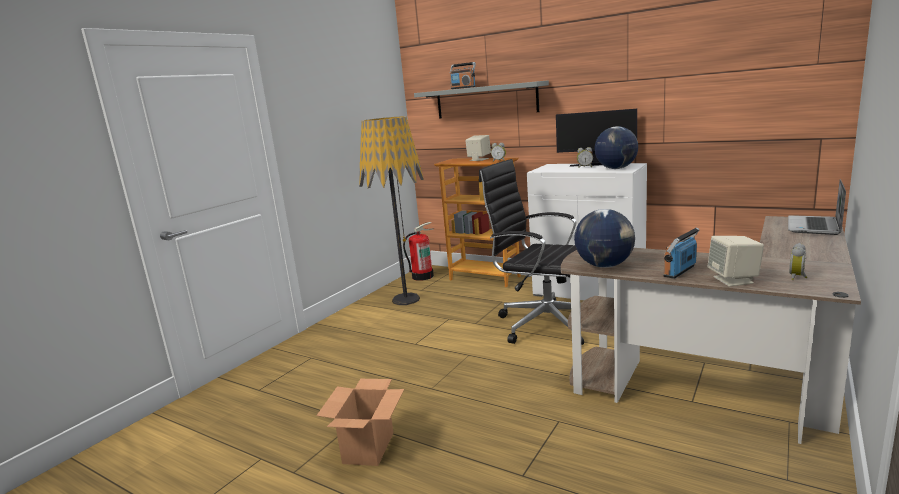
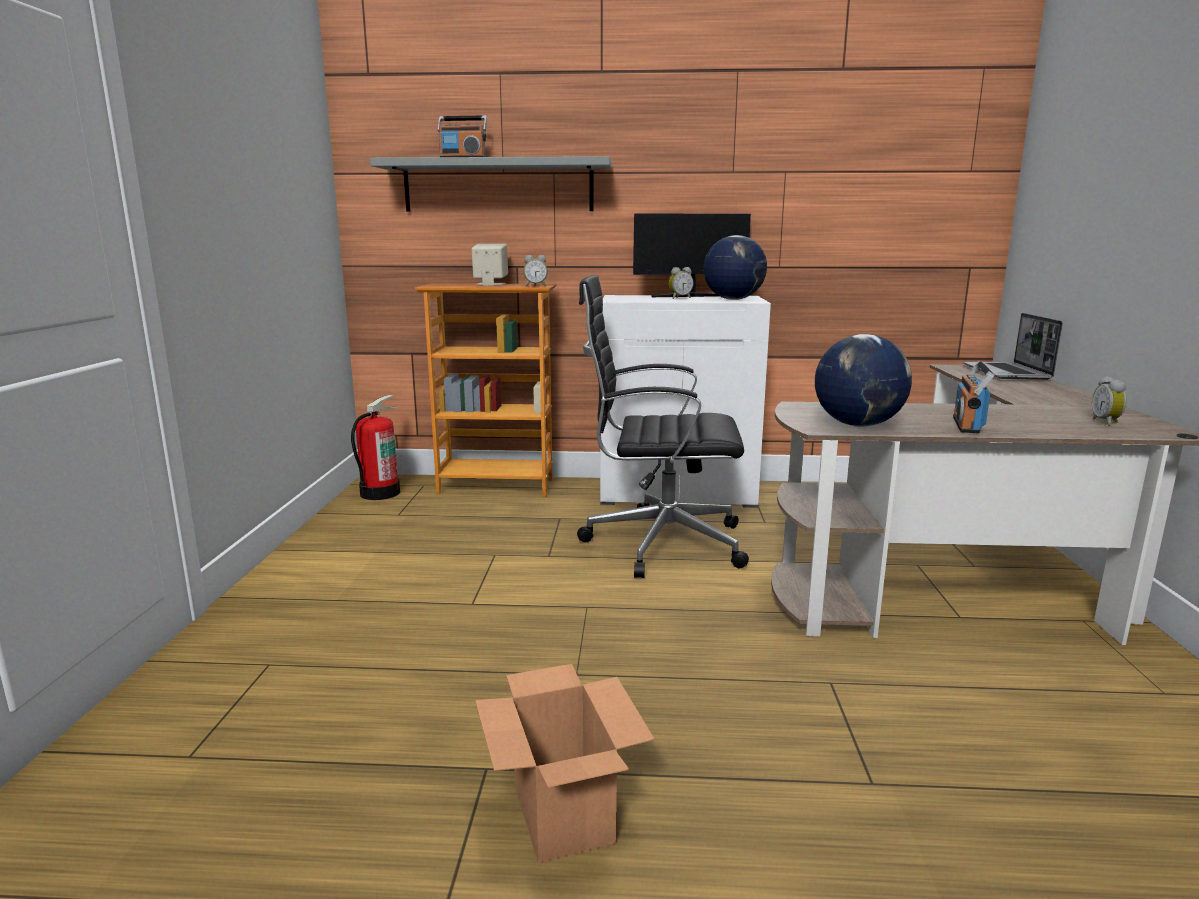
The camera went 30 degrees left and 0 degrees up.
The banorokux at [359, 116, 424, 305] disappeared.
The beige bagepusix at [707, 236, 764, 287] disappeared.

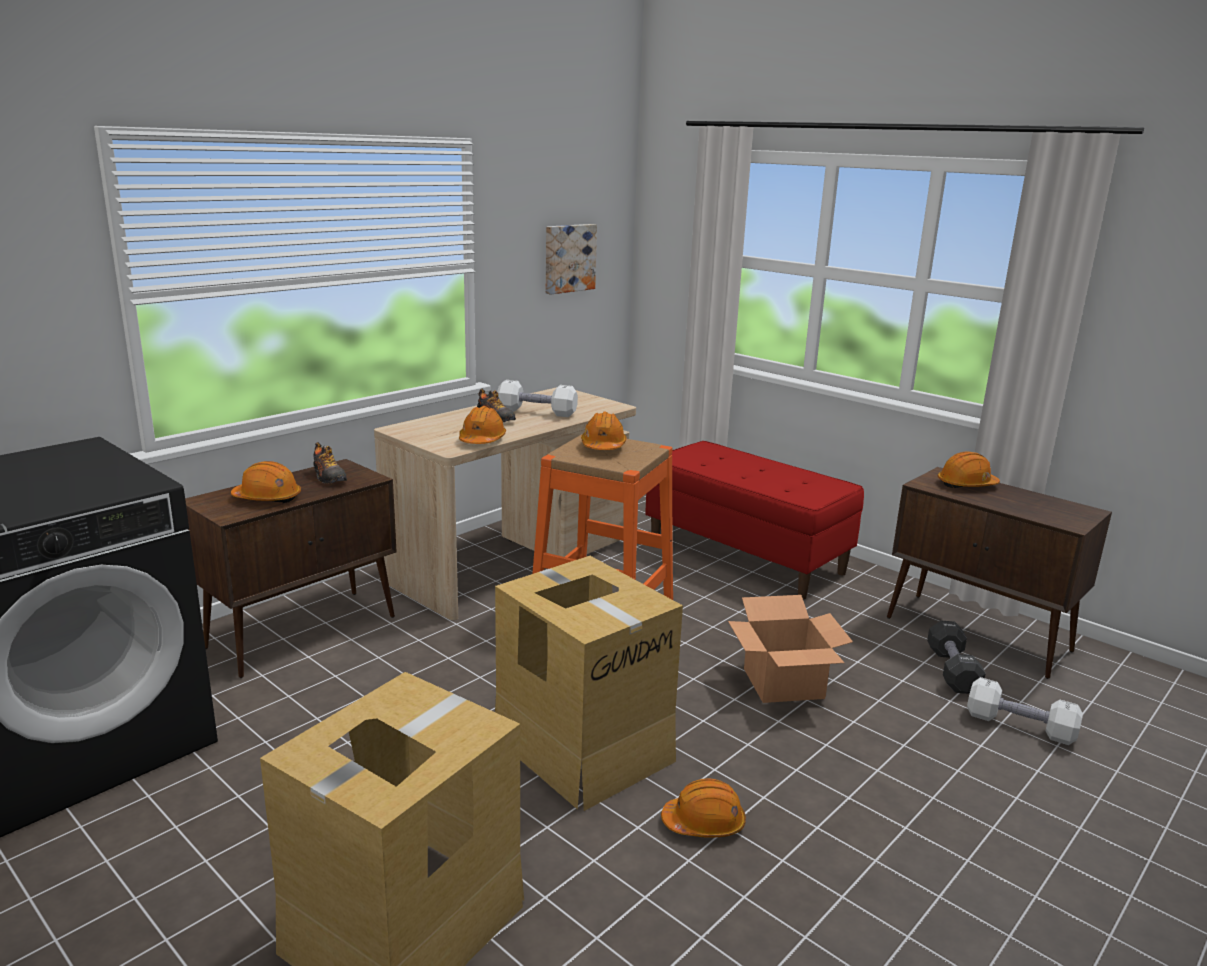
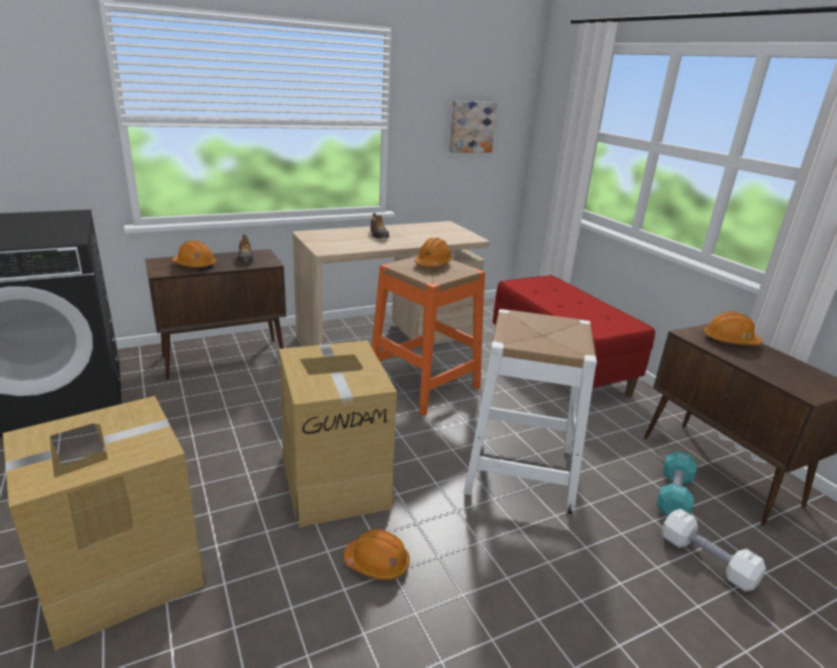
The camera went 20 degrees right and 5 degrees up.
The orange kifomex at [459, 406, 506, 444] disappeared.
The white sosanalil at [497, 380, 578, 417] disappeared.
The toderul at [728, 595, 853, 703] was replaced by the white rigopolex at [464, 309, 597, 514].
The black sosanalil at [927, 621, 986, 694] became the turquoise sosanalil at [657, 451, 697, 516].

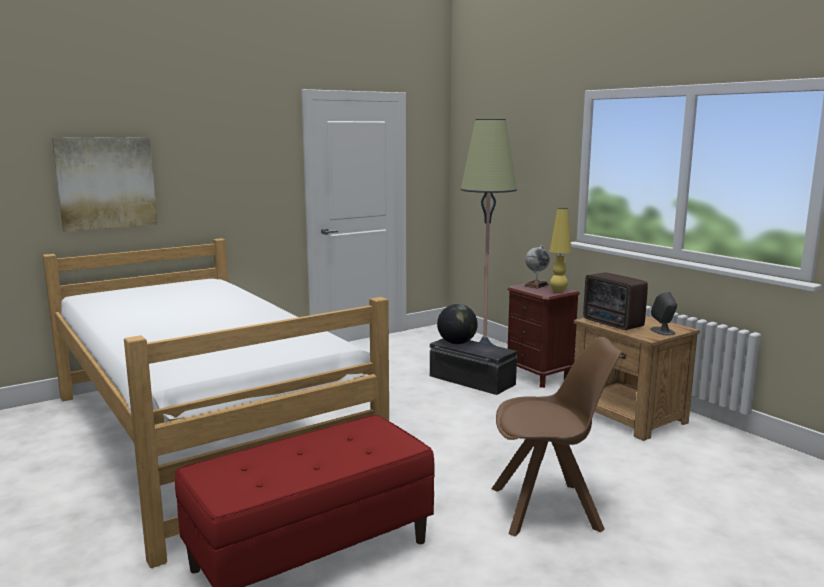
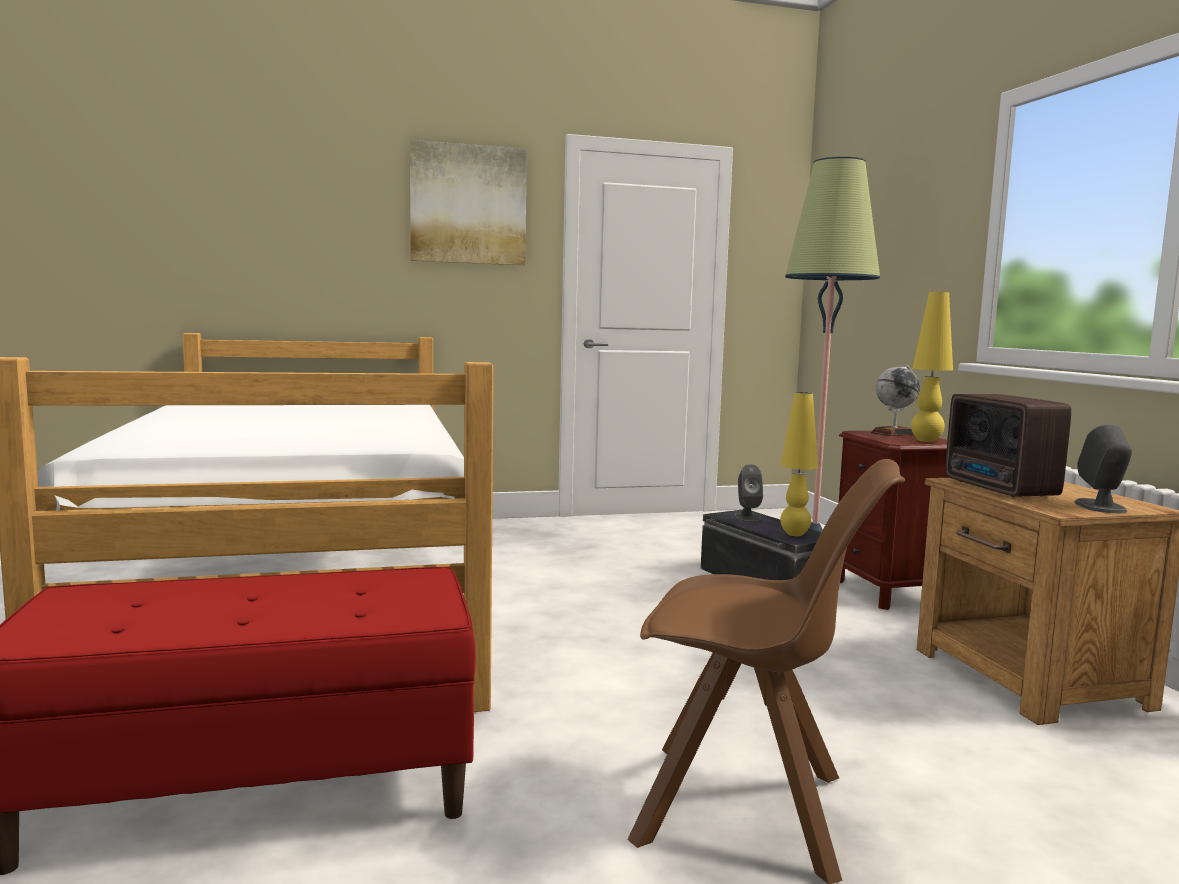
The camera went 20 degrees right and 5 degrees down.
The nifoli moved from [52, 137, 157, 232] to [410, 140, 527, 265].
The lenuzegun at [437, 304, 478, 344] was replaced by the grey bagepusix at [734, 464, 763, 523].
The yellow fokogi at [780, 392, 818, 536] appeared.

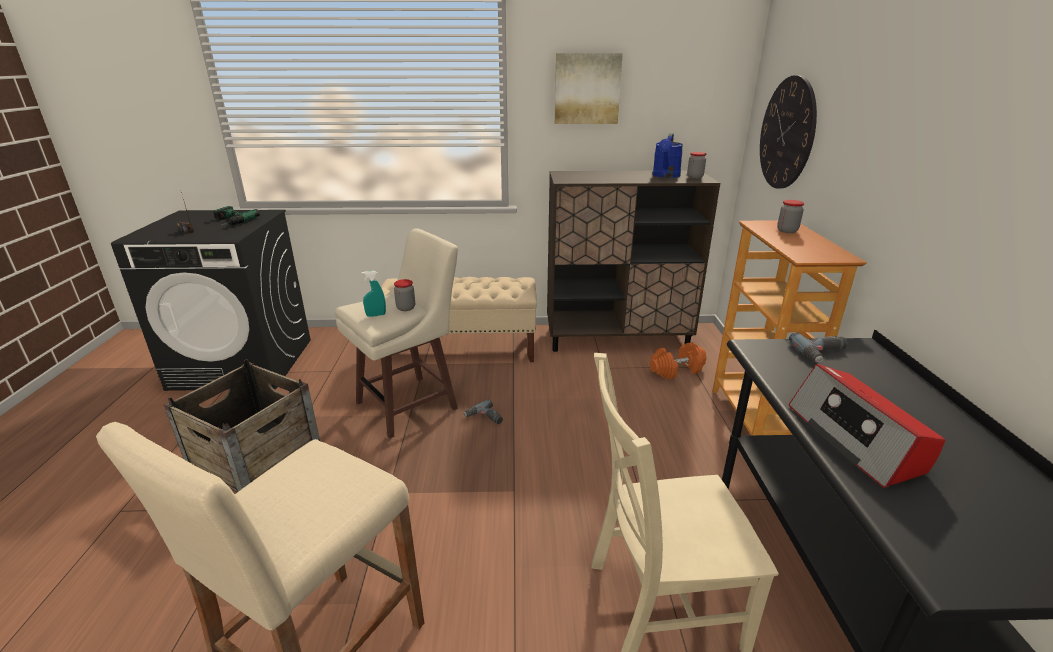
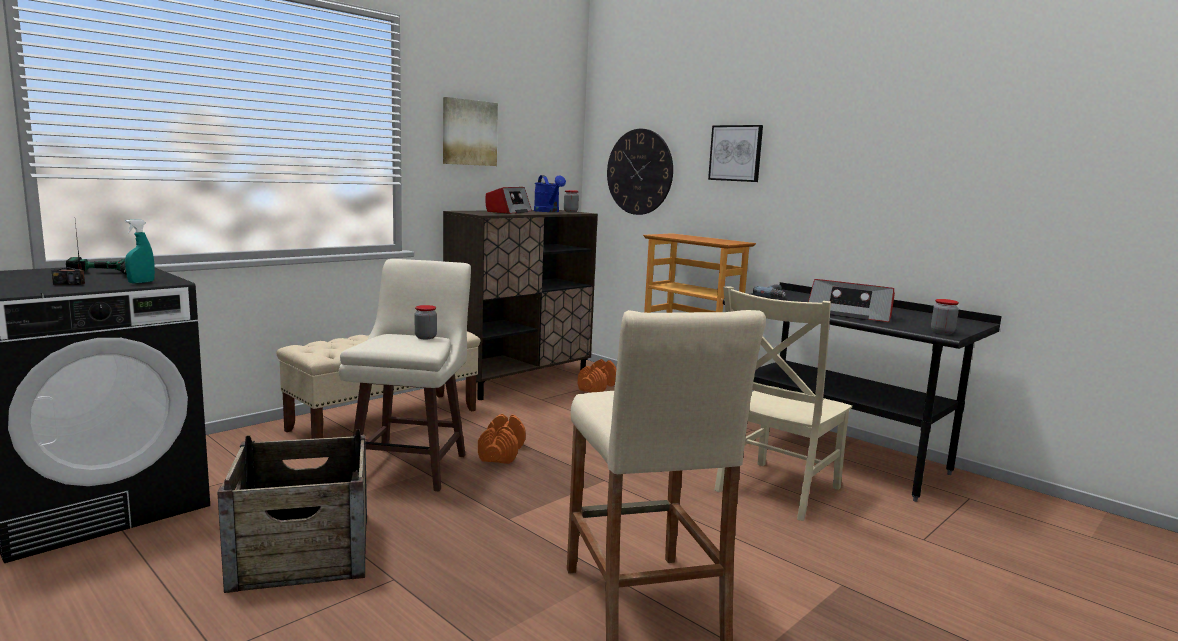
The camera went 45 degrees left and 15 degrees down.
The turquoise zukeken moved from [362, 271, 386, 317] to [125, 219, 155, 283].
The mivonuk at [463, 399, 503, 424] was replaced by the orange sosanalil at [478, 414, 526, 464].
The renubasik moved from [777, 200, 804, 233] to [931, 299, 959, 335].
The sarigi at [485, 187, 532, 214] appeared.
The nifoli at [708, 125, 763, 182] appeared.

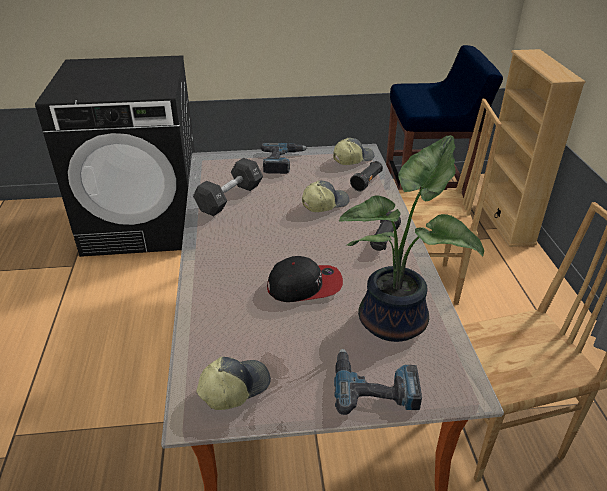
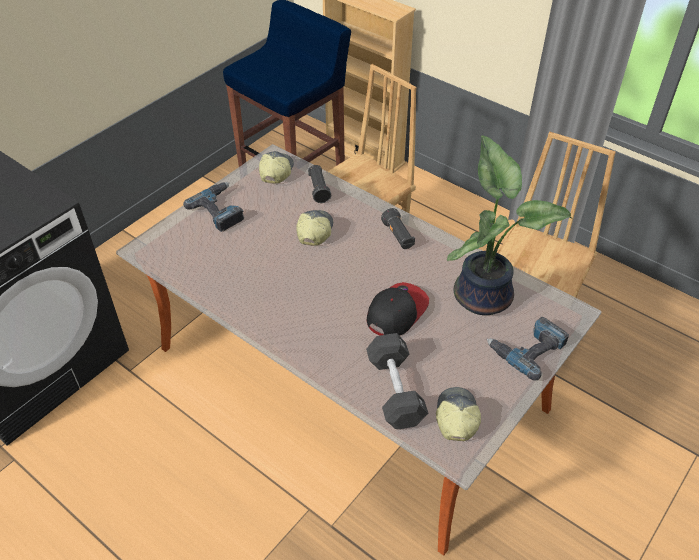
The camera went 45 degrees left and 10 degrees up.
The black sosanalil moved from [193, 158, 263, 216] to [366, 333, 428, 429].

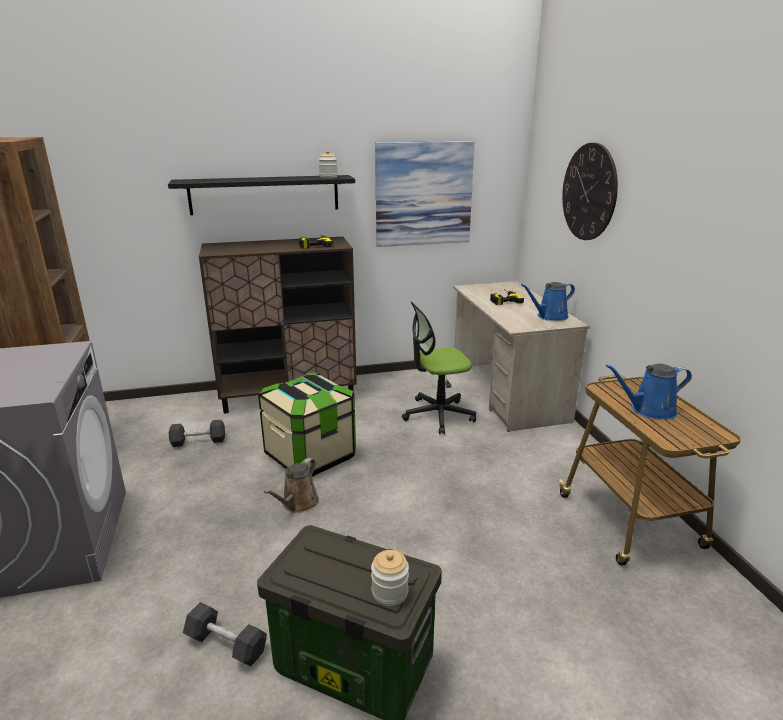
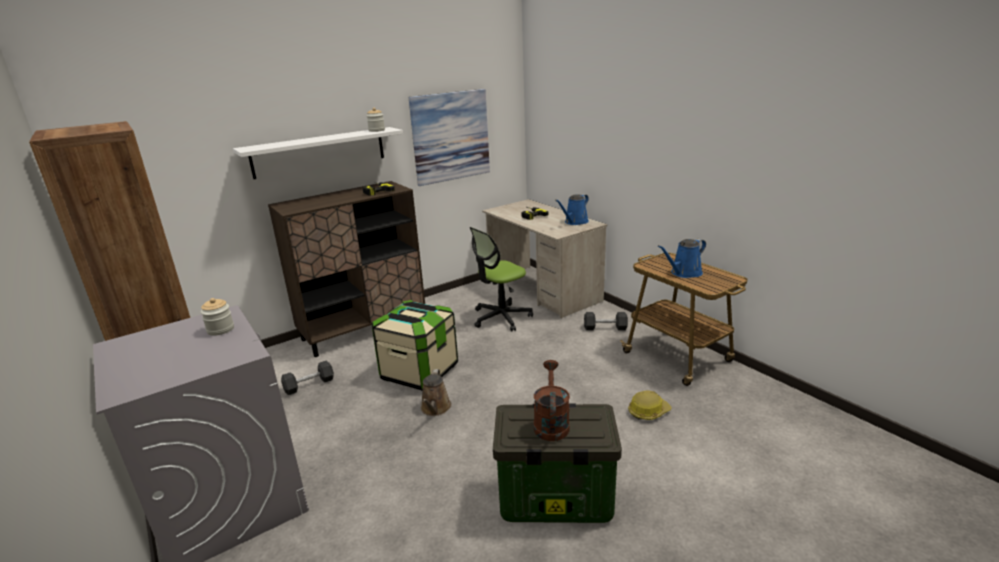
The camera went 20 degrees left and 0 degrees up.
The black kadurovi at [168, 175, 355, 215] became the white kadurovi at [233, 127, 403, 179].
The black sosanalil moved from [183, 602, 267, 666] to [584, 312, 628, 330].
The renubasik moved from [371, 550, 409, 606] to [201, 298, 234, 336].
The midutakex at [562, 143, 618, 240] disappeared.
The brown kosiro at [534, 360, 570, 441] appeared.
The kifomex at [628, 391, 672, 420] appeared.

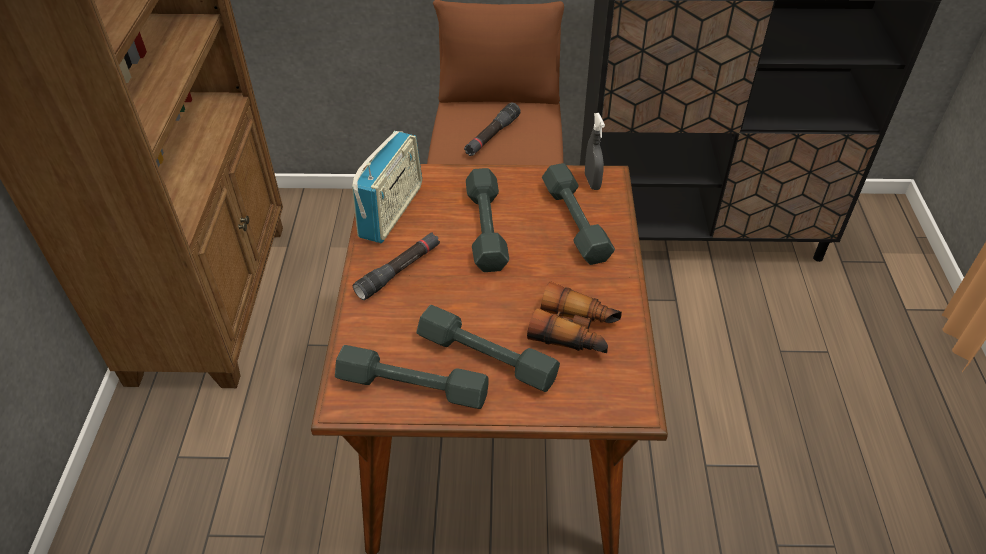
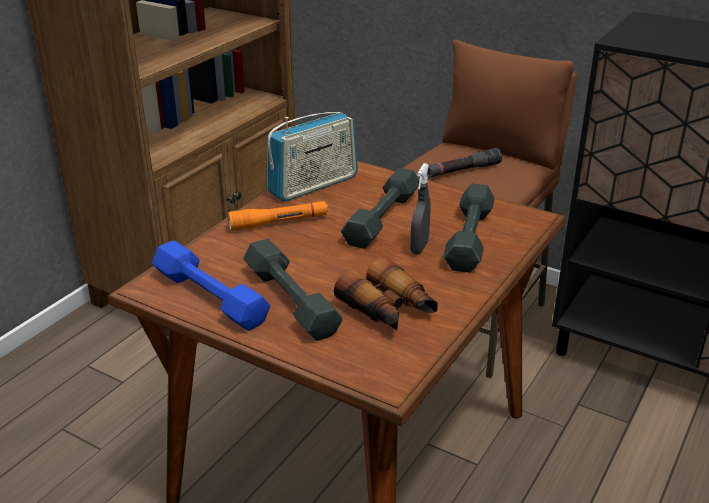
The camera went 30 degrees right and 15 degrees down.
The grey sosanalil at [335, 345, 489, 409] became the blue sosanalil at [152, 240, 270, 331].
The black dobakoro at [353, 232, 440, 300] became the orange dobakoro at [228, 201, 328, 231].
The grey zukeken moved from [585, 113, 605, 190] to [410, 163, 431, 254].

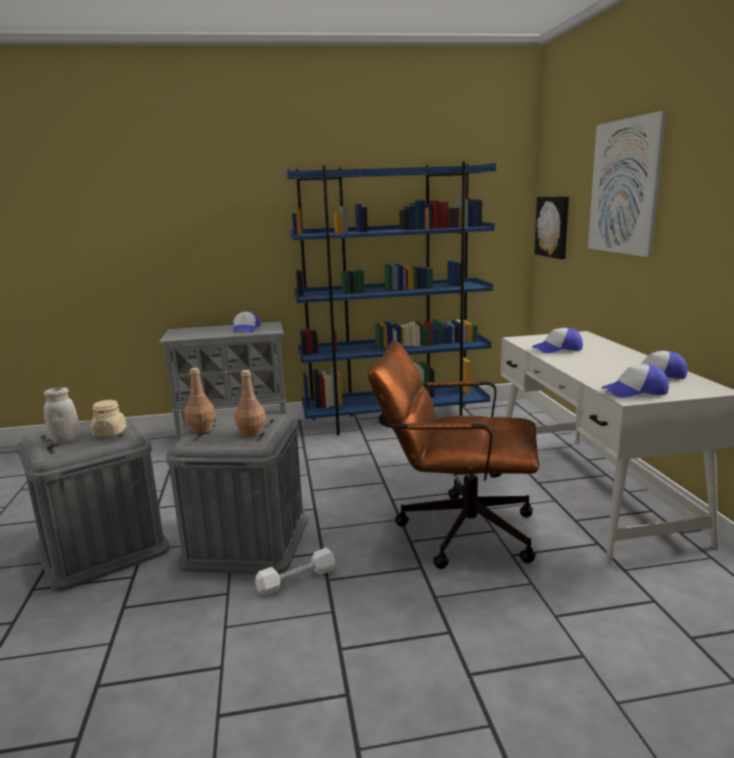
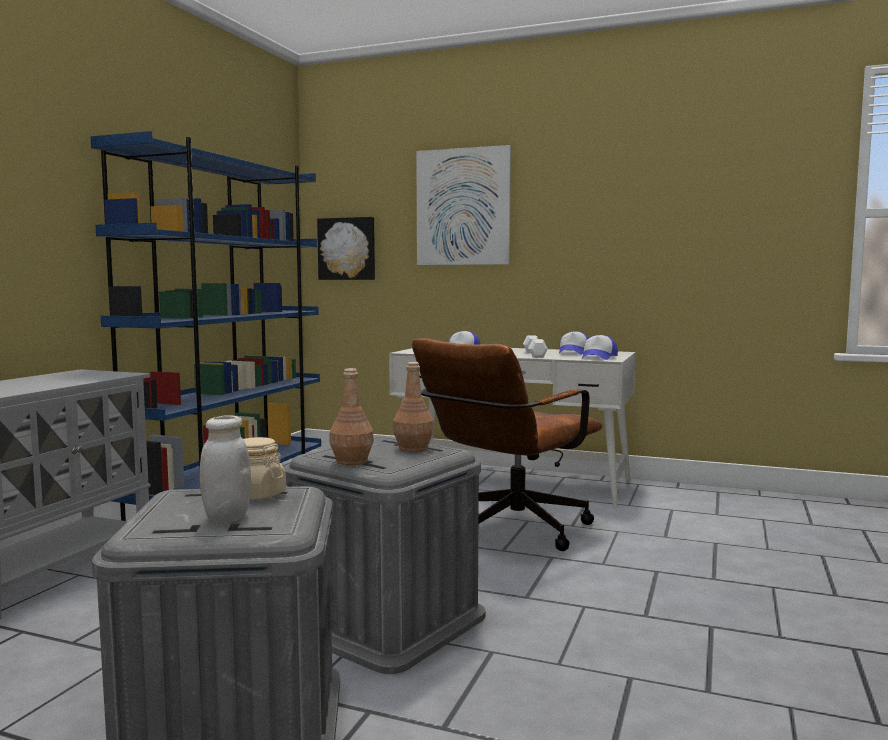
The camera went 60 degrees left and 10 degrees down.
The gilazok at [233, 311, 260, 333] disappeared.
The white sosanalil moved from [255, 547, 335, 596] to [523, 335, 548, 358].

